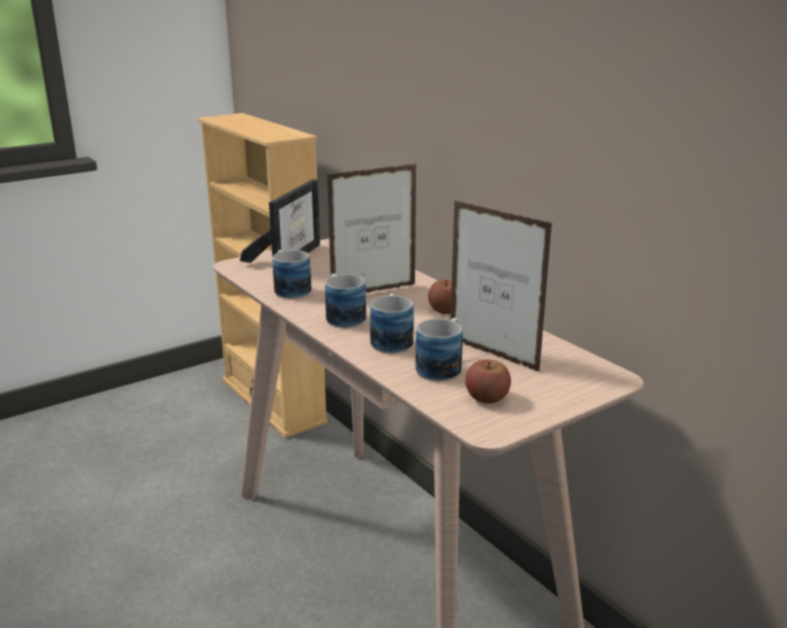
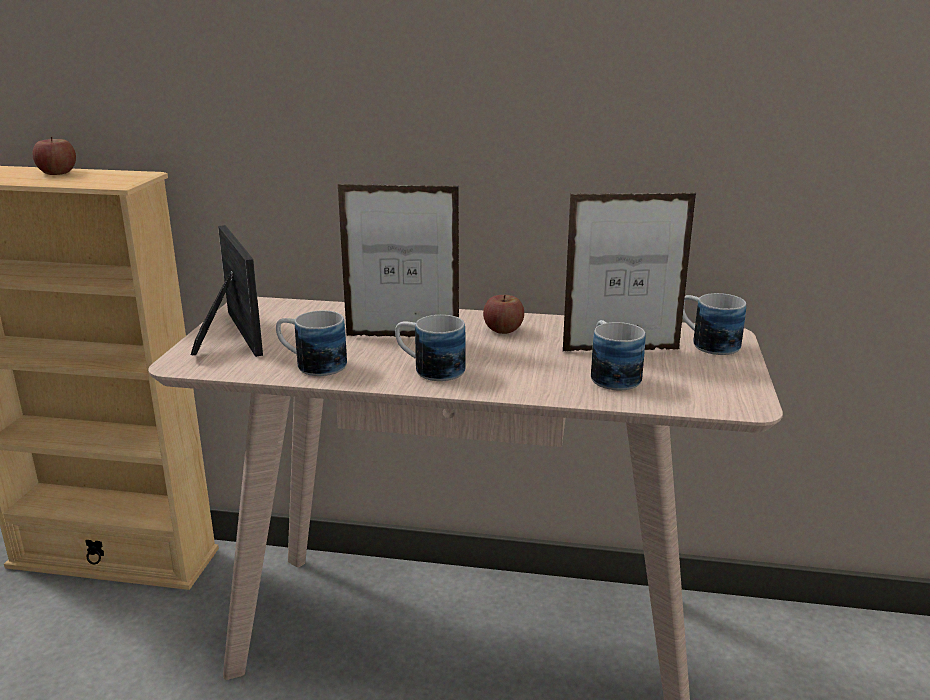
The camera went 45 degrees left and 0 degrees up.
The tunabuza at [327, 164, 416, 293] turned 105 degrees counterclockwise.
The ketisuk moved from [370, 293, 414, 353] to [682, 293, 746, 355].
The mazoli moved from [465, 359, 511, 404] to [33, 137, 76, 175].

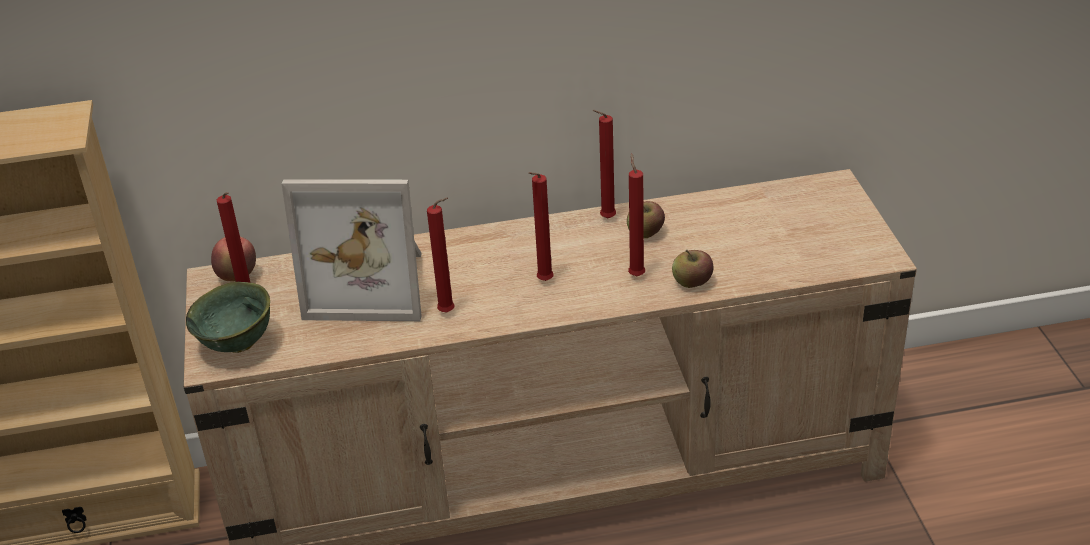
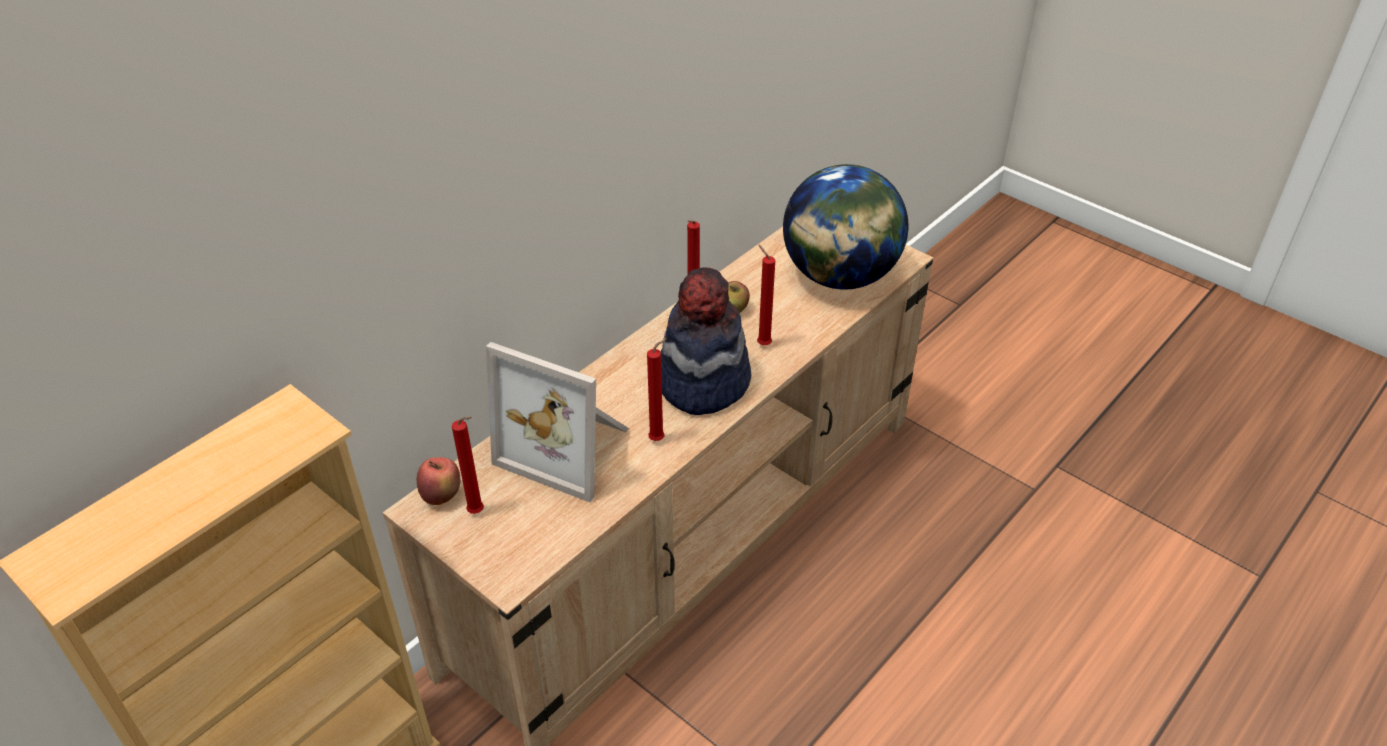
The camera went 40 degrees left and 5 degrees up.
The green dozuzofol at [186, 282, 270, 353] disappeared.
The tunabuza at [281, 179, 422, 321] turned 60 degrees clockwise.
The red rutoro at [528, 172, 554, 281] was replaced by the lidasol at [661, 268, 751, 415].
The mazoli at [672, 250, 713, 288] disappeared.
The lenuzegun at [783, 164, 908, 290] appeared.

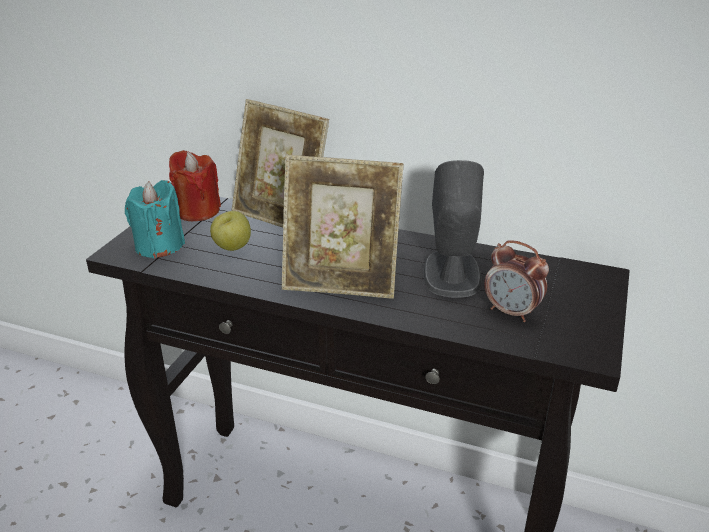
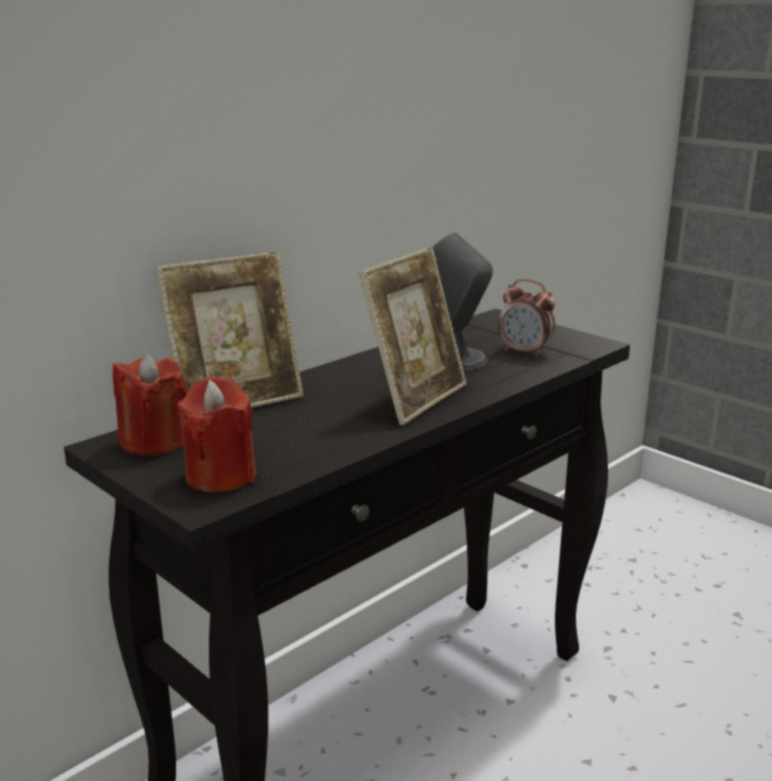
The camera went 65 degrees left and 10 degrees down.
The turquoise rutoro at [125, 180, 185, 259] became the red rutoro at [177, 377, 256, 492].
The mazoli at [210, 211, 251, 251] disappeared.
The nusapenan at [484, 240, 549, 322] turned 60 degrees clockwise.

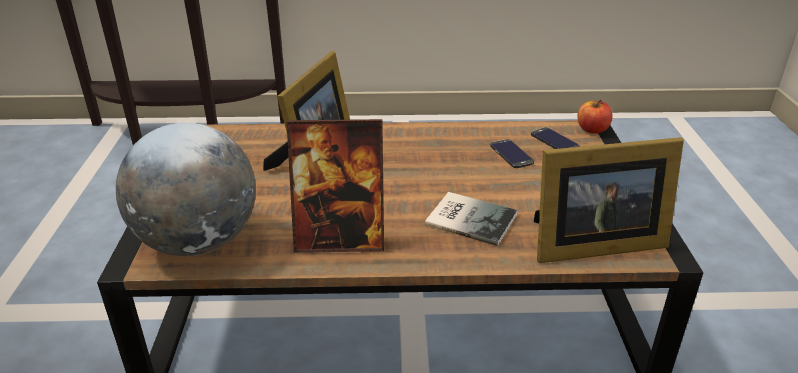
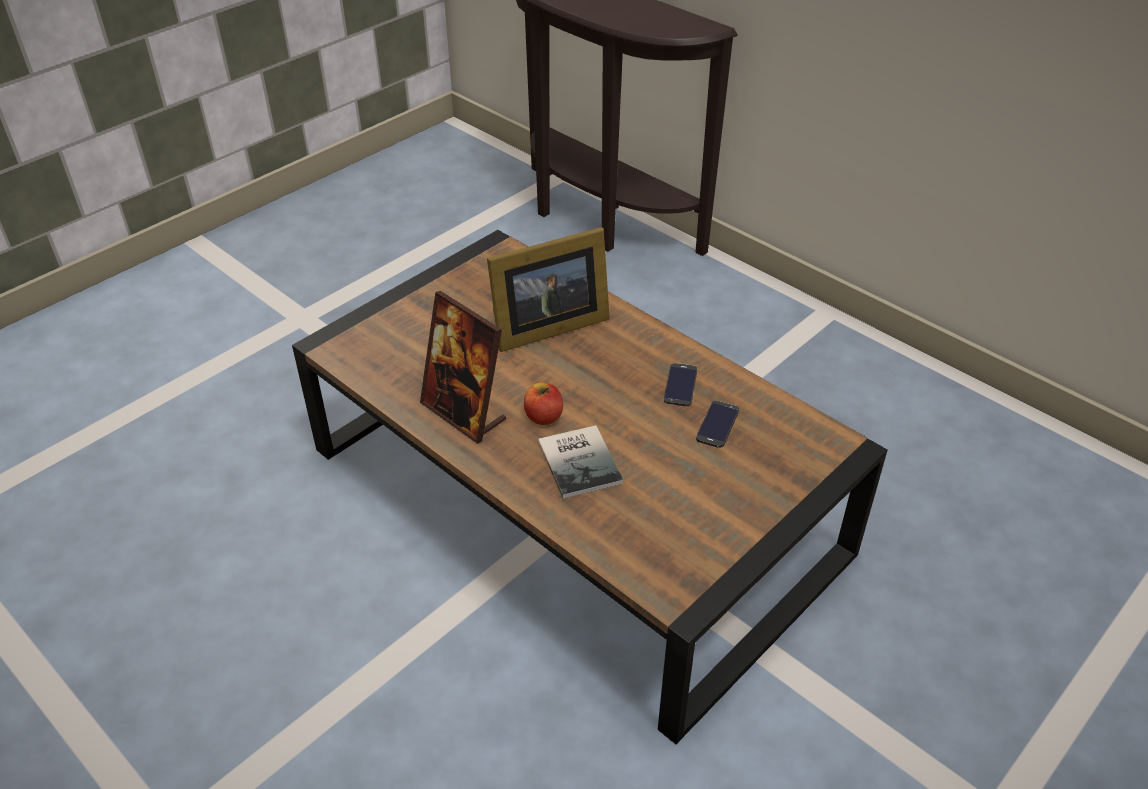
The camera went 45 degrees right and 10 degrees up.
The lenuzegun at [116, 123, 256, 256] disappeared.
The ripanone moved from [531, 127, 580, 149] to [664, 363, 697, 406].
The tunabuza at [534, 137, 684, 263] disappeared.
The mazoli moved from [577, 100, 613, 133] to [524, 382, 563, 425].

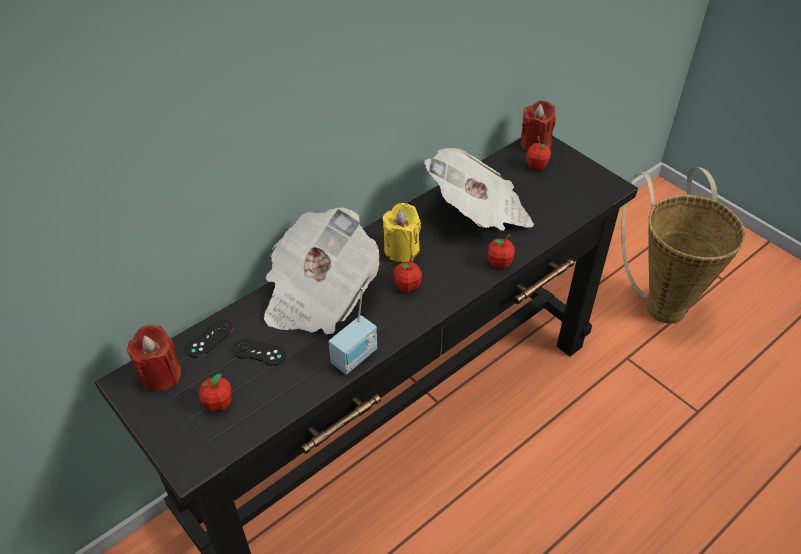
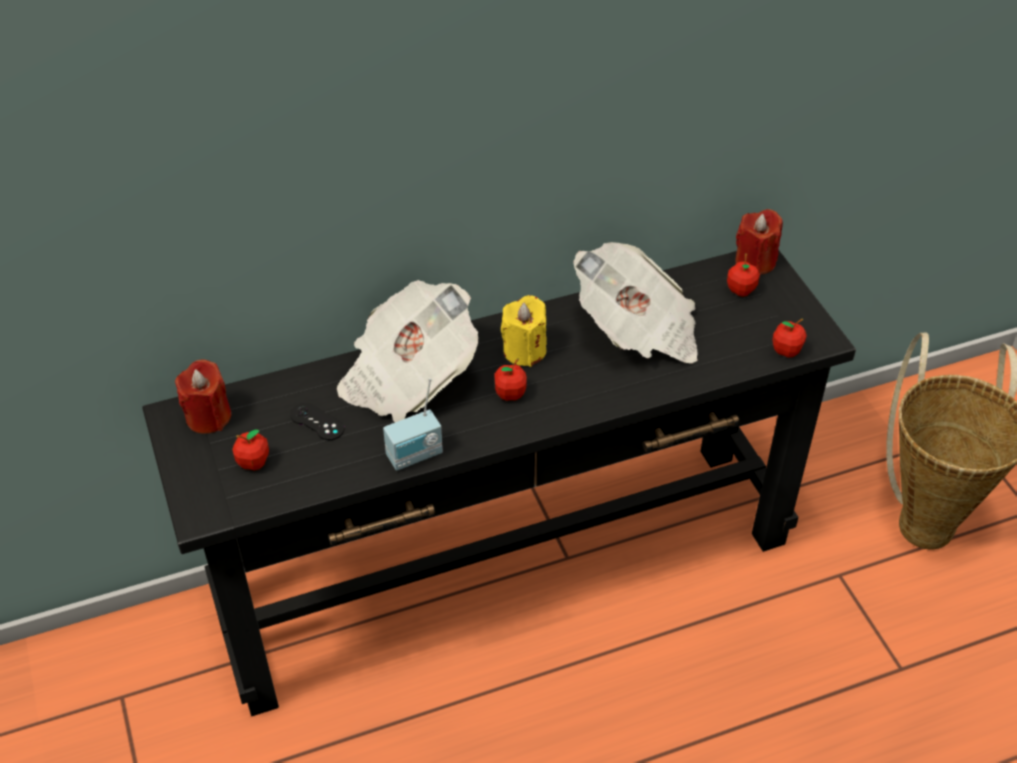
The camera went 20 degrees right and 0 degrees up.
The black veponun at [186, 319, 233, 358] disappeared.
The mazoli moved from [488, 234, 515, 268] to [772, 319, 807, 357].

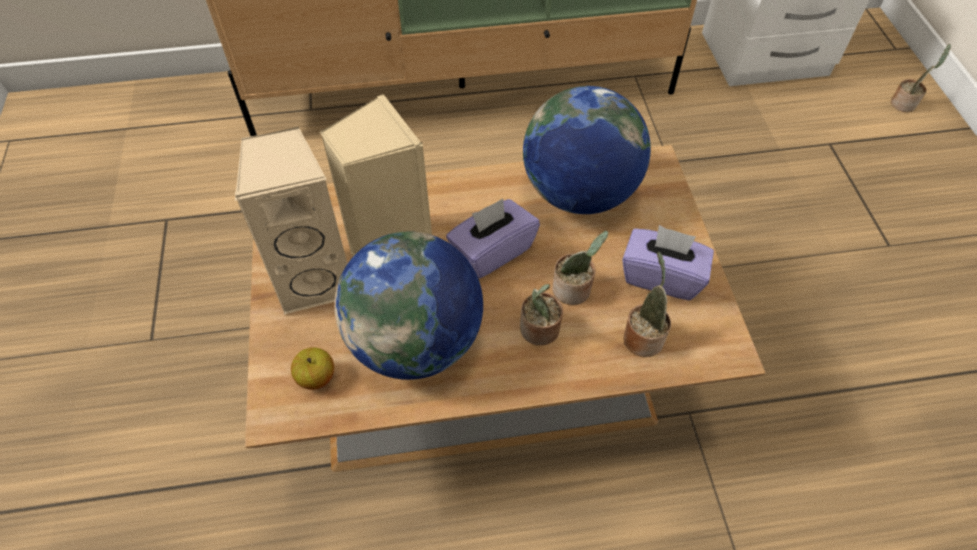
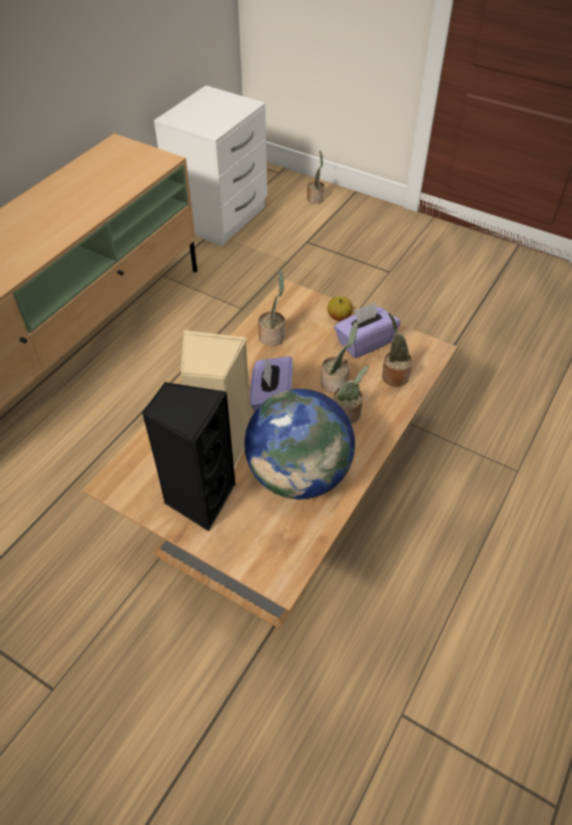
The camera went 50 degrees left and 5 degrees down.
The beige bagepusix at [235, 127, 348, 314] became the black bagepusix at [142, 381, 236, 531].
The mazoli moved from [291, 347, 334, 390] to [327, 296, 353, 321].
The lenuzegun at [523, 86, 651, 214] was replaced by the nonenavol at [258, 270, 285, 346].

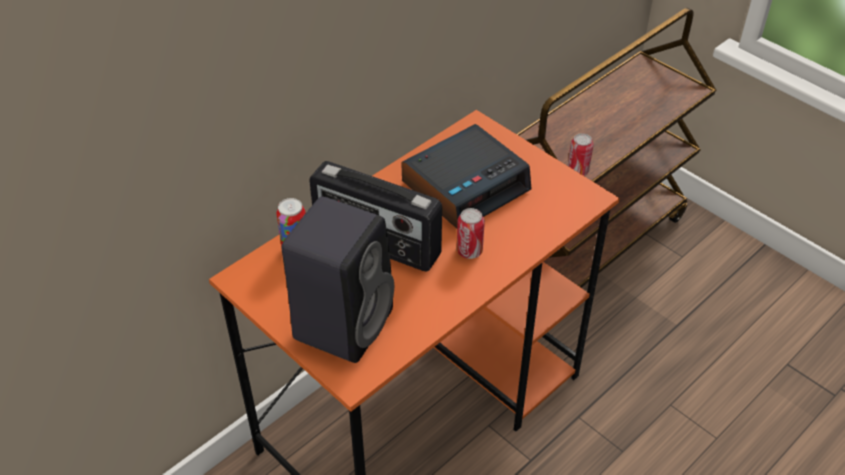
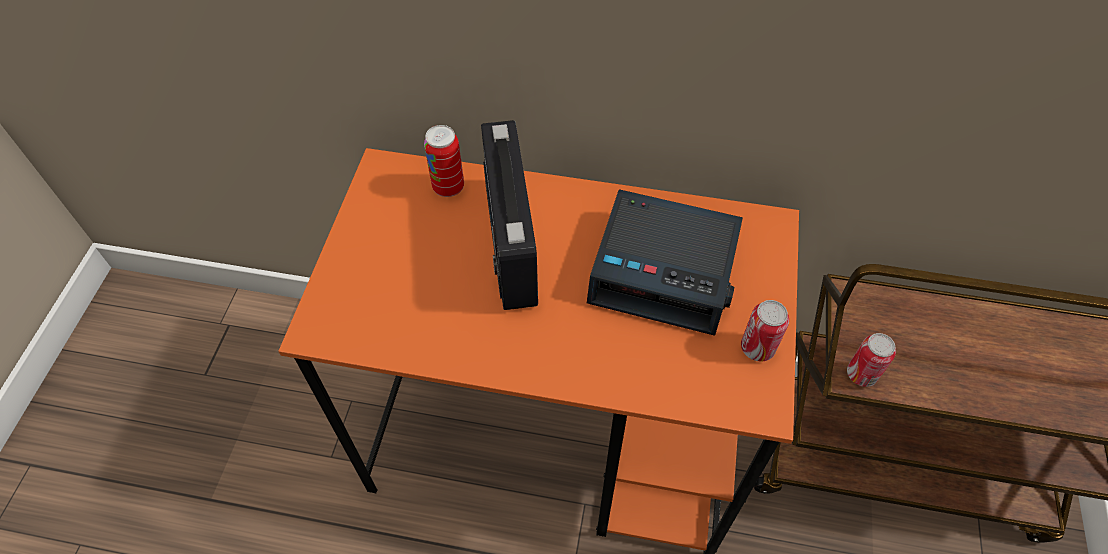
The camera went 55 degrees right and 10 degrees up.
The black bagepusix at [282, 197, 394, 363] disappeared.
The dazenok moved from [457, 208, 485, 259] to [741, 300, 789, 361].

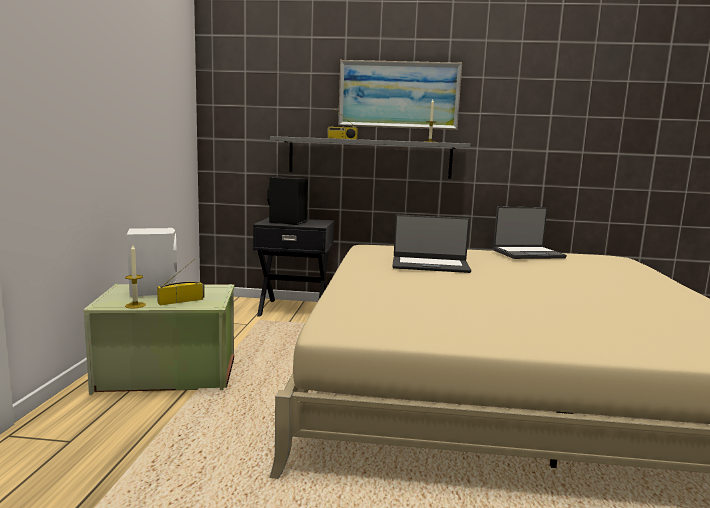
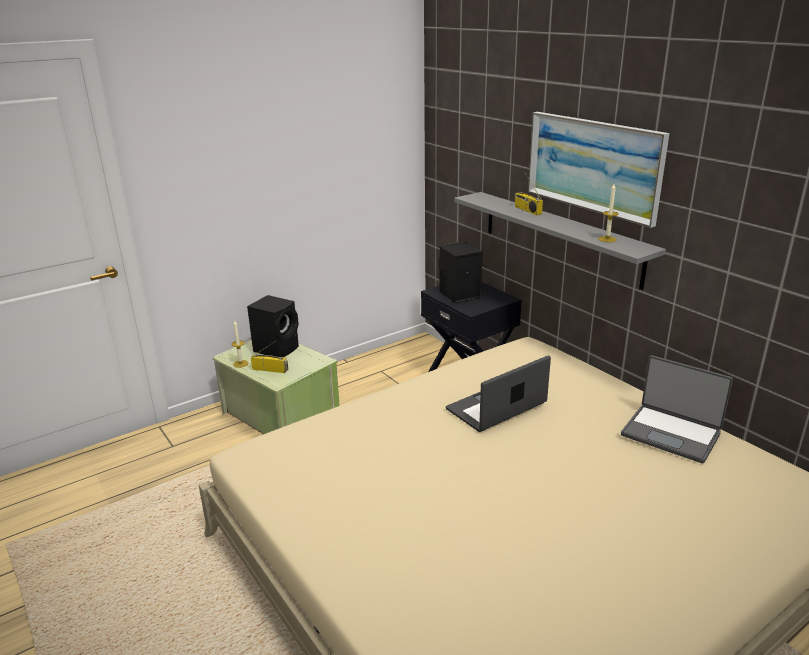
The camera went 50 degrees right and 15 degrees up.
The white bagepusix at [127, 228, 177, 297] became the black bagepusix at [247, 295, 299, 357].
The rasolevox at [392, 215, 471, 273] turned 90 degrees clockwise.

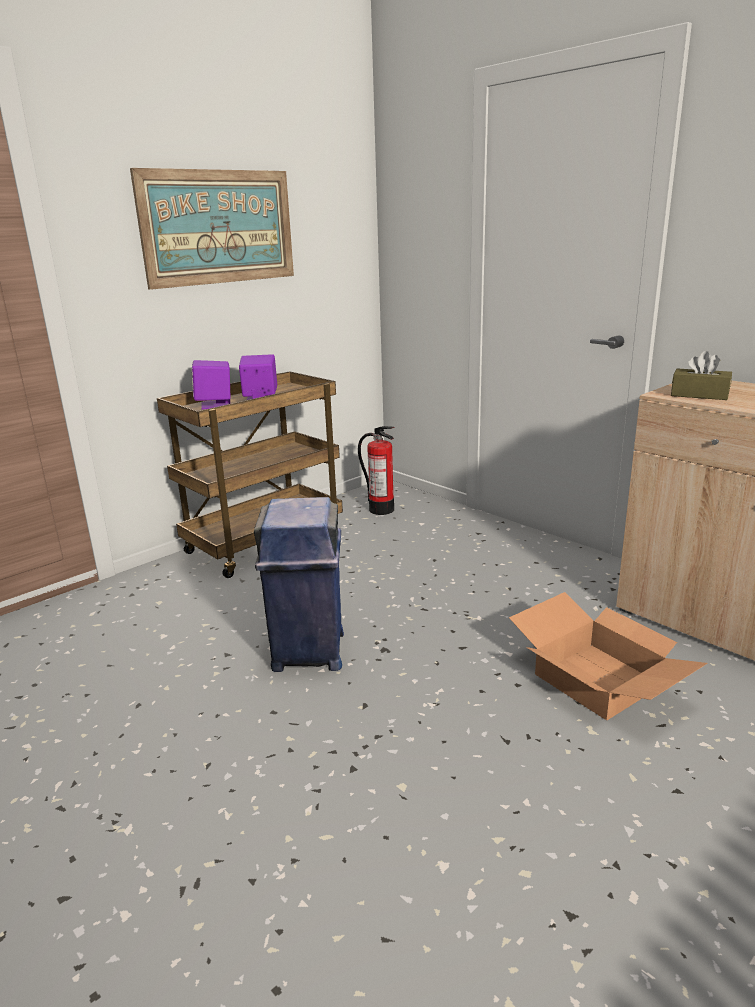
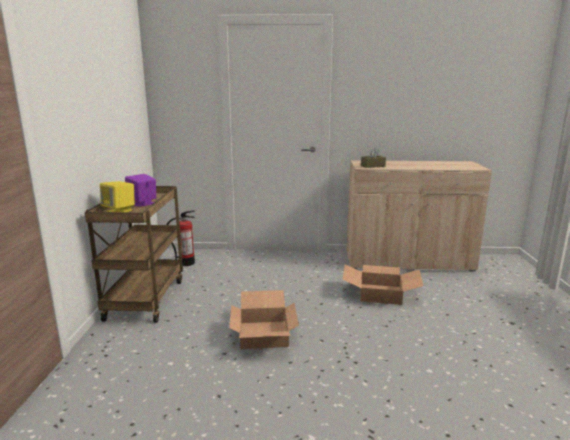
The camera went 45 degrees left and 5 degrees down.
The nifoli at [130, 168, 294, 290] disappeared.
The purple bagepusix at [192, 360, 231, 410] became the yellow bagepusix at [100, 181, 135, 212].
The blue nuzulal at [254, 497, 344, 672] was replaced by the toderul at [229, 290, 299, 349].

